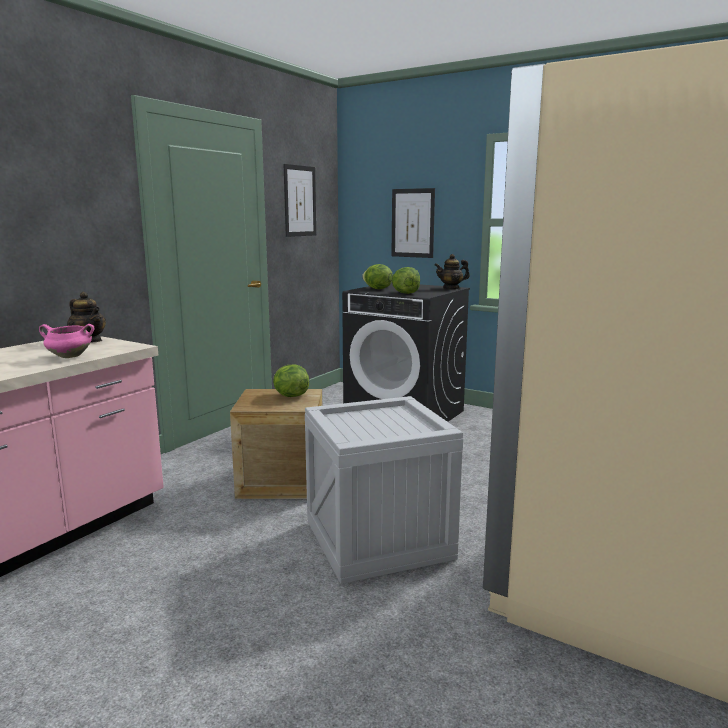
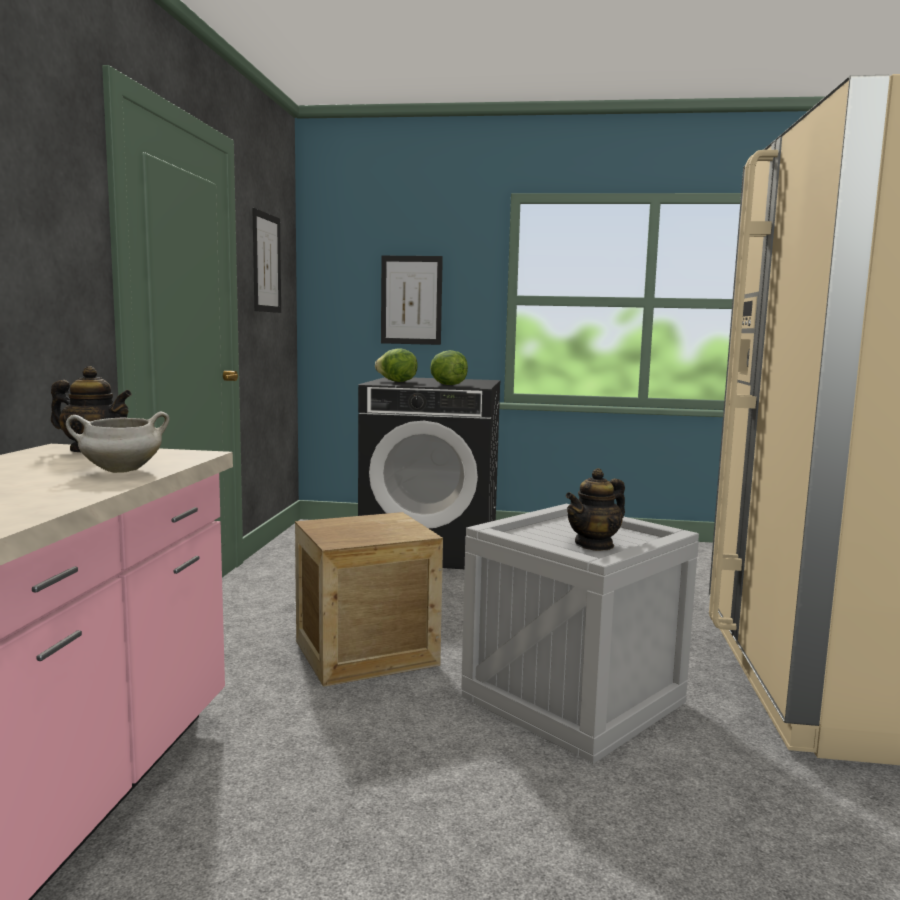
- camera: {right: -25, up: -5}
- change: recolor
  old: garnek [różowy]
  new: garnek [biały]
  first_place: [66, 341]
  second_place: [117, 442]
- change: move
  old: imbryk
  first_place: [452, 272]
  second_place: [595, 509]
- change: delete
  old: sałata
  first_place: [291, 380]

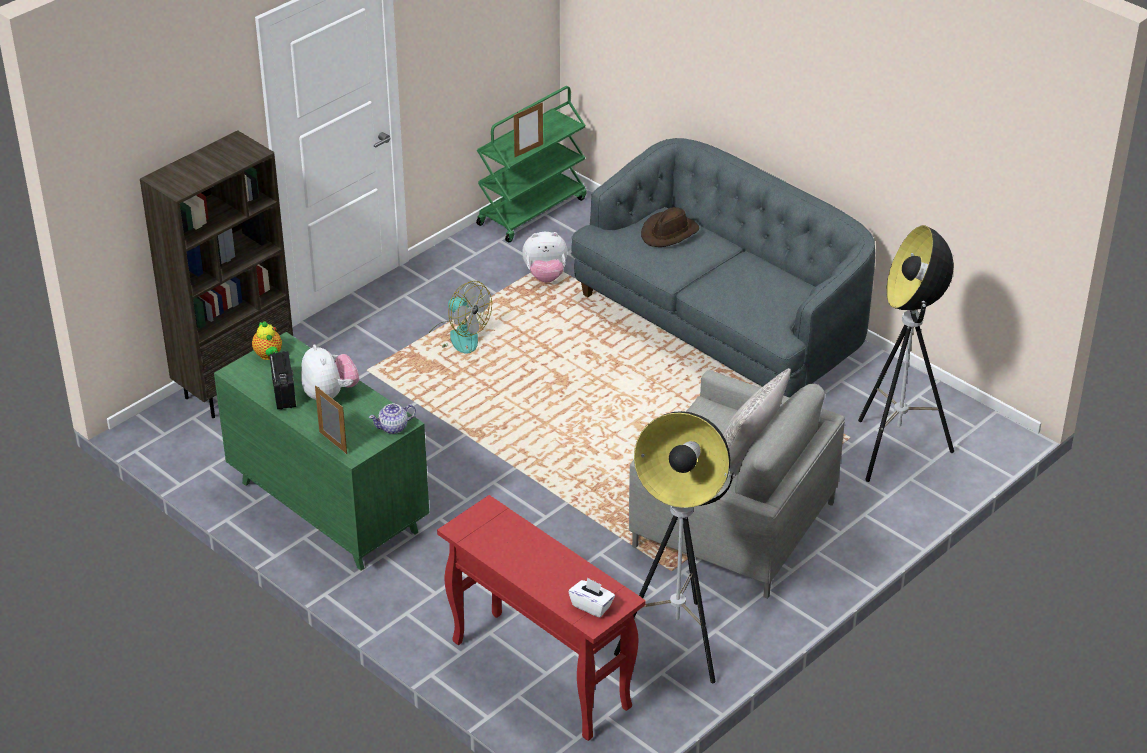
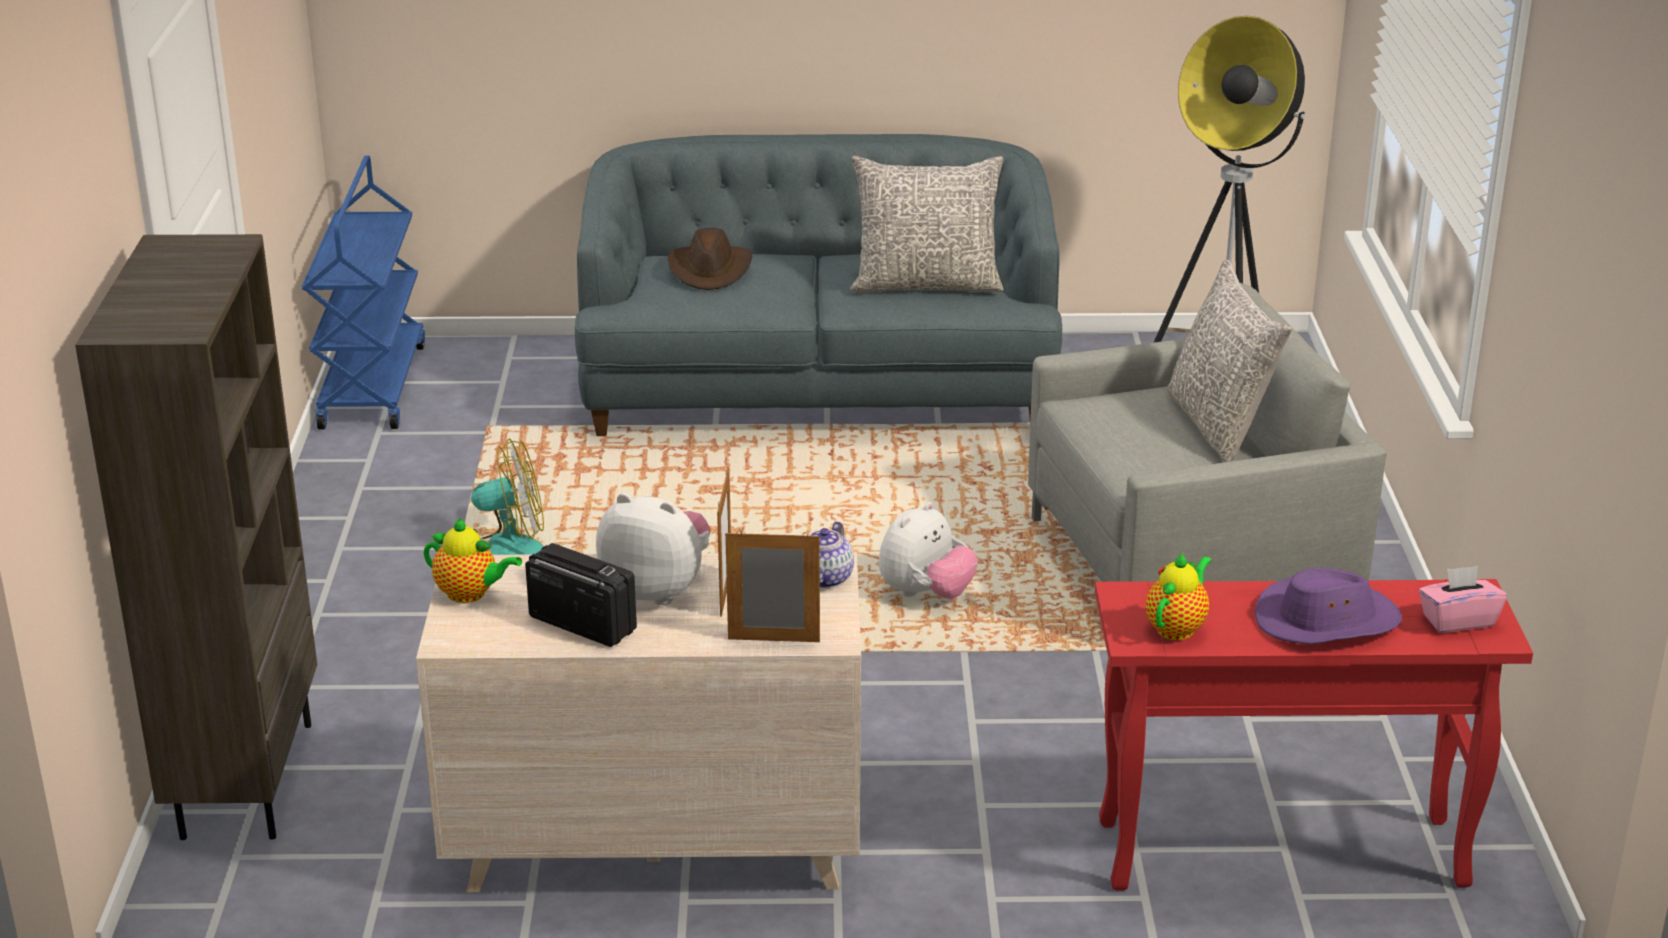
- camera: {right: -45, up: -10}
- change: recolor
  old: wózek [zielony]
  new: wózek [niebieski]
  first_place: [531, 164]
  second_place: [363, 293]
- change: recolor
  old: komoda [zielony]
  new: komoda [beżowy]
  first_place: [321, 451]
  second_place: [638, 722]
- change: move
  old: ramka na zdjęcie
  first_place: [528, 129]
  second_place: [724, 542]
- change: insert
  new: poduszka [szary]
  second_place: [927, 224]
- change: move
  old: pluszak
  first_place: [544, 257]
  second_place: [928, 550]
- change: insert
  new: imbryk
  second_place: [1179, 596]
- change: insert
  new: kapelusz [fioletowy]
  second_place: [1328, 606]
- change: recolor
  old: pudełko chusteczek [biały]
  new: pudełko chusteczek [różowy]
  first_place: [592, 597]
  second_place: [1463, 599]
- change: delete
  old: lampa stojąca
  first_place: [674, 547]

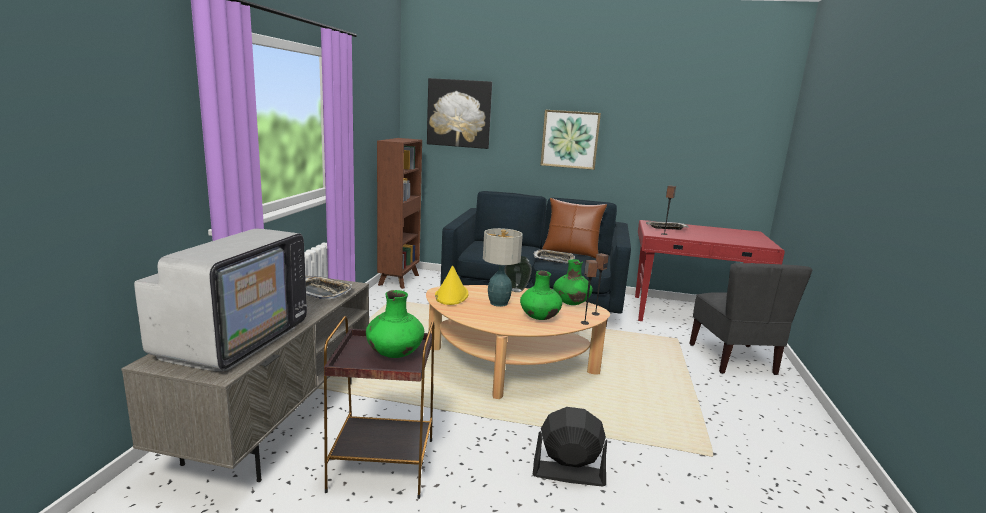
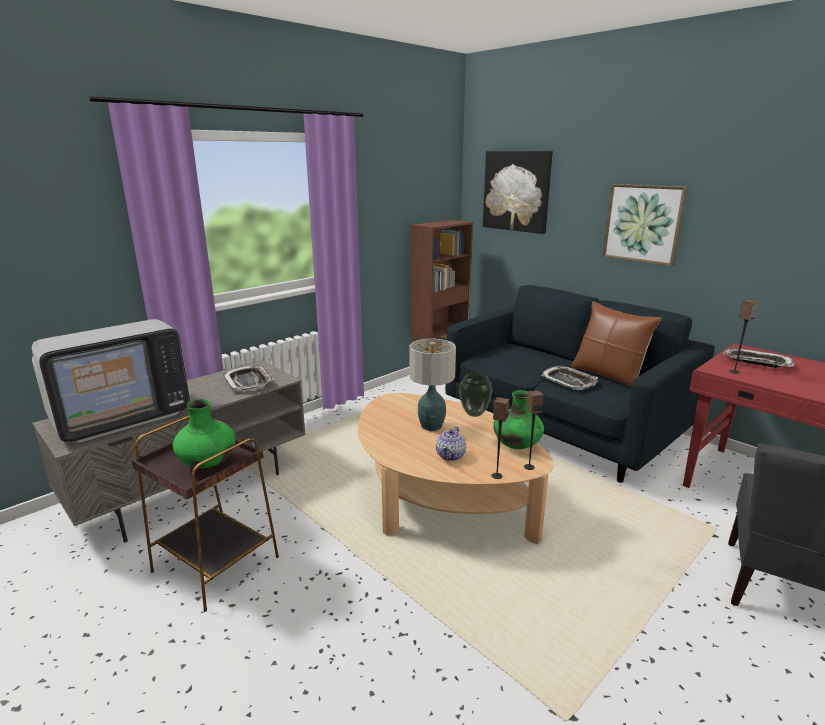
- camera: {right: 35, up: 5}
- change: replace
  old: wazon [zielony]
  new: imbryk
  first_place: [541, 295]
  second_place: [451, 443]
- change: delete
  old: kapelusz [żółty]
  first_place: [451, 285]
- change: delete
  old: wentylator [czarny]
  first_place: [570, 446]

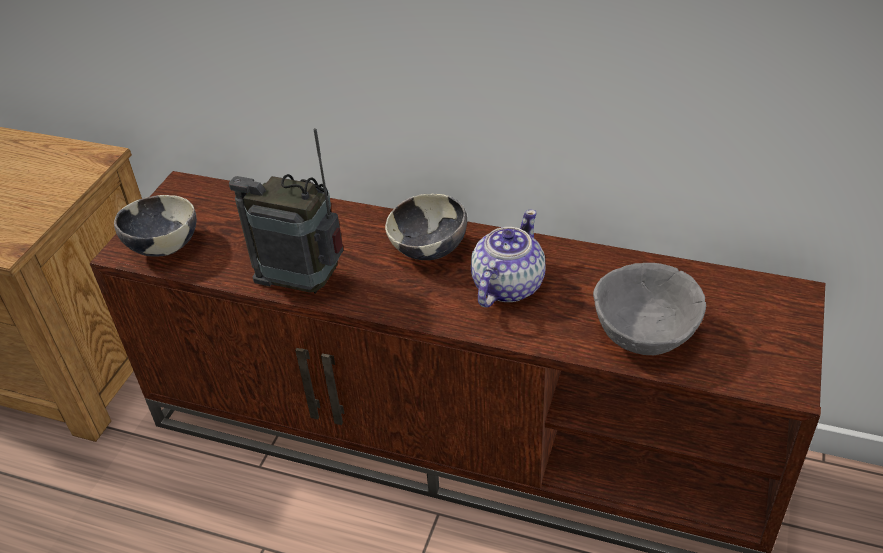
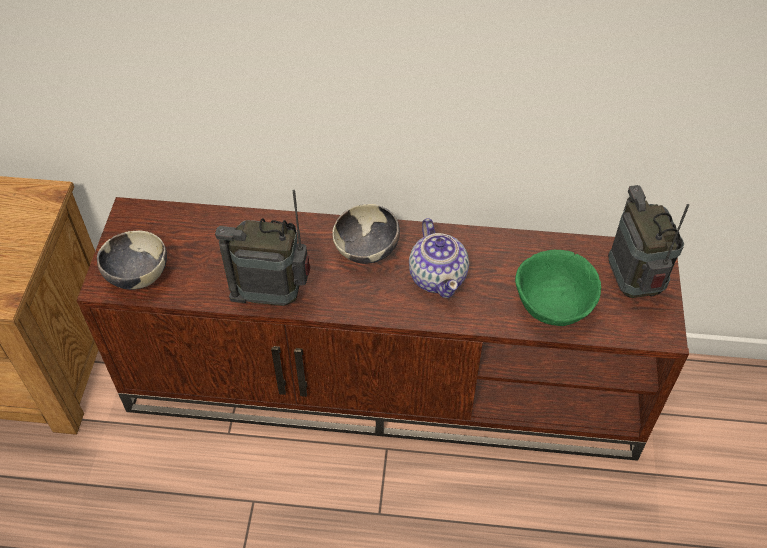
- camera: {right: -15, up: 10}
- change: rotate
  old: imbryk
  first_place: [508, 258]
  second_place: [439, 258]
  degrees: 150
- change: recolor
  old: miska [szary]
  new: miska [zielony]
  first_place: [649, 309]
  second_place: [558, 288]
- change: insert
  new: radio
  second_place: [648, 241]

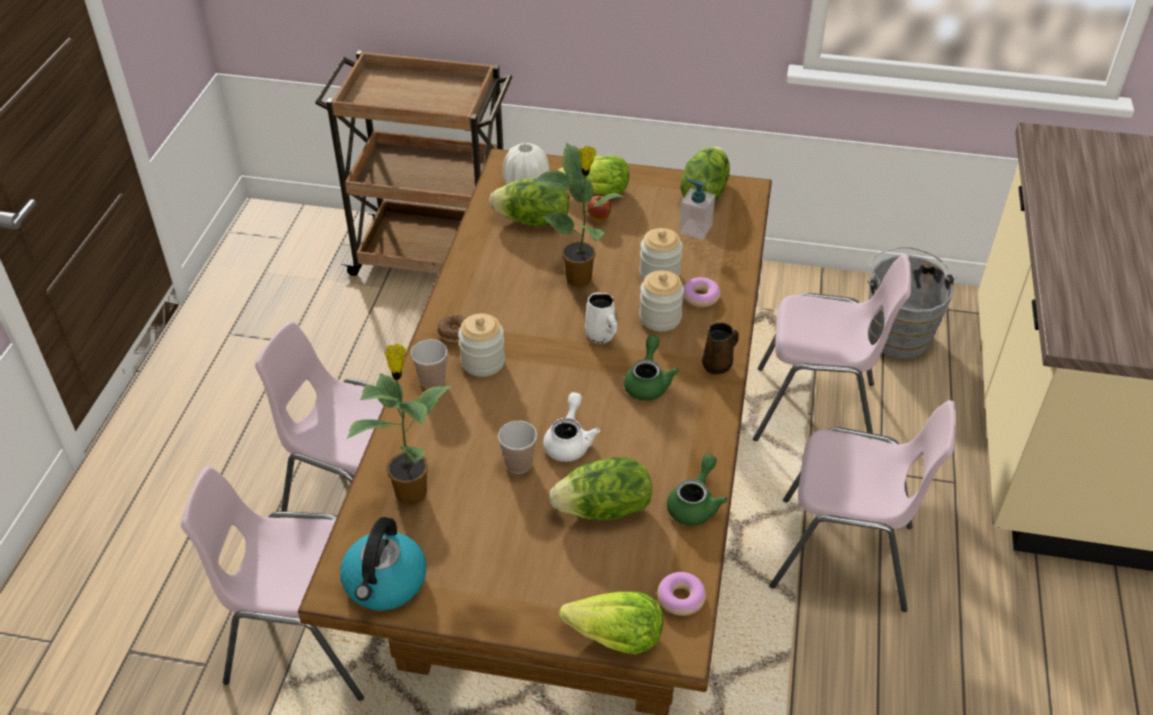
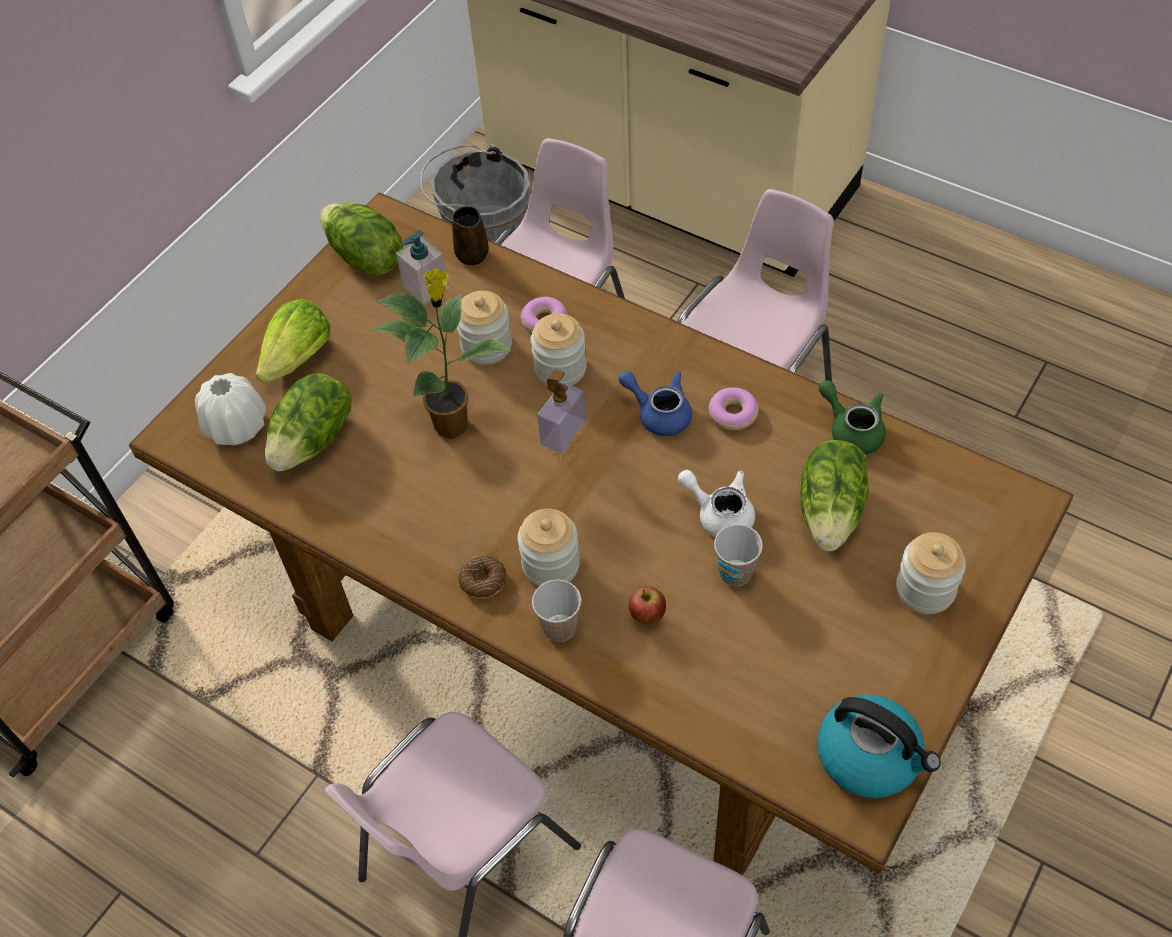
- camera: {right: -65, up: 10}
- change: move
  old: kubek [brązowy]
  first_place: [720, 348]
  second_place: [470, 235]
- change: replace
  old: kubek [biały]
  new: dozownik mydła
  first_place: [601, 318]
  second_place: [561, 412]
- change: recolor
  old: imbryk [zielony]
  new: imbryk [niebieski]
  first_place: [651, 368]
  second_place: [655, 403]
- change: move
  old: jabłko
  first_place: [599, 207]
  second_place: [647, 605]
- change: move
  old: donut
  first_place: [681, 594]
  second_place: [733, 409]
- change: insert
  new: słoik
  second_place: [931, 573]
- change: delete
  old: roślina doniczkowa
  first_place: [399, 424]
- change: delete
  old: sałata
  first_place: [611, 623]

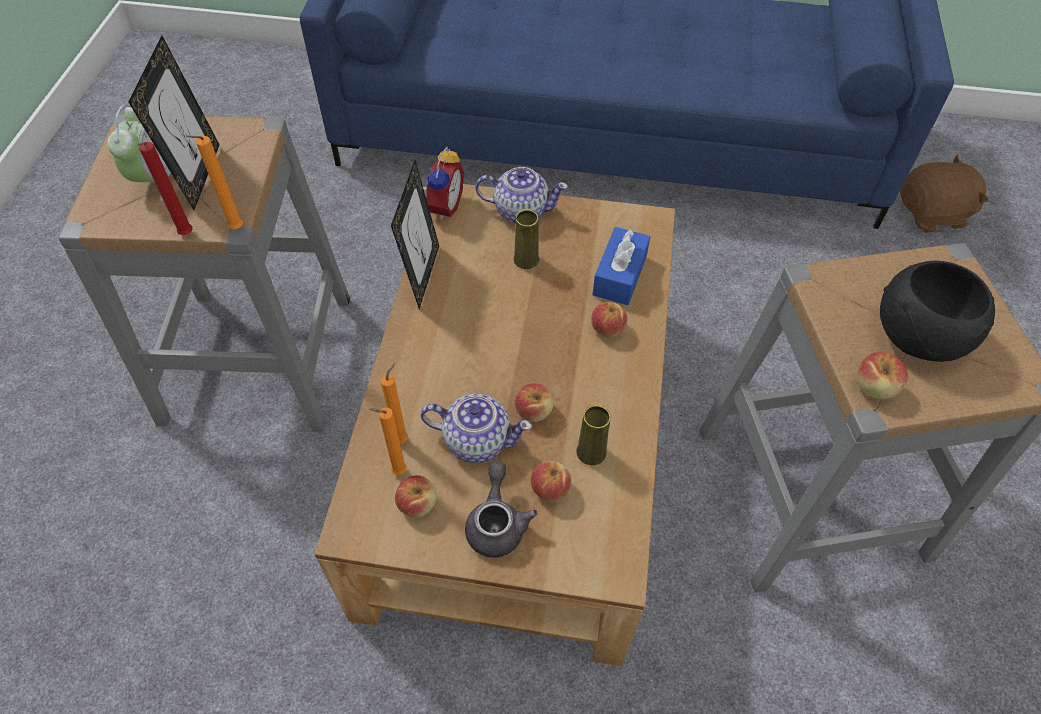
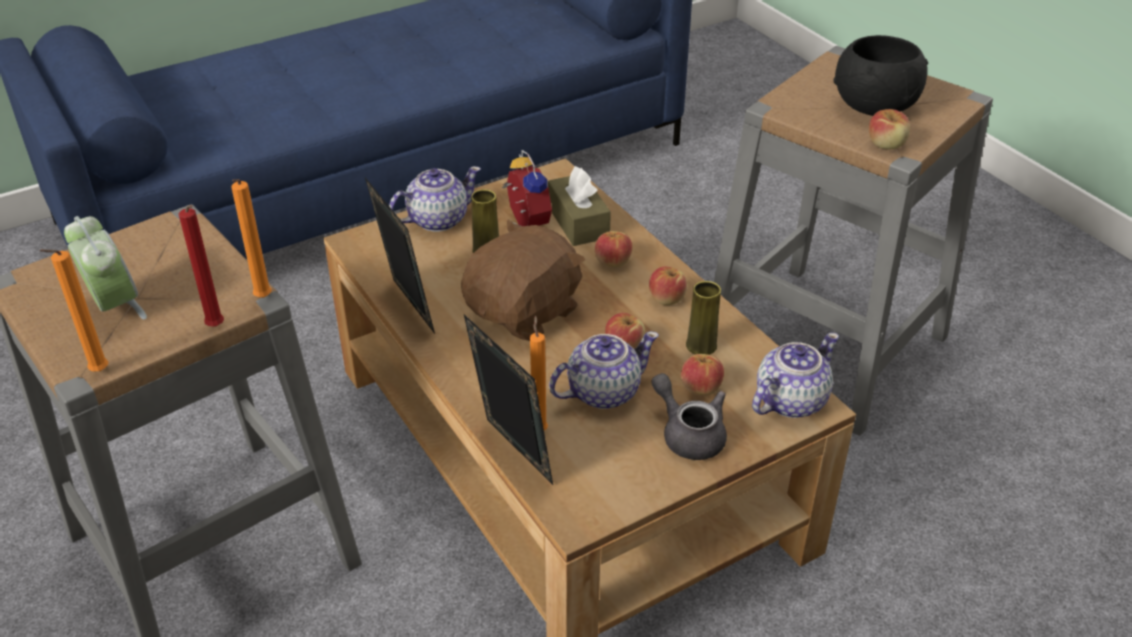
- camera: {right: -40, up: -15}
- change: move
  old: świeca [pomarańczowy]
  first_place: [388, 441]
  second_place: [74, 310]
- change: move
  old: pluszak [brązowy]
  first_place: [944, 194]
  second_place: [523, 280]
- change: move
  old: ramka na zdjęcie
  first_place: [173, 122]
  second_place: [508, 400]
- change: move
  old: budzik
  first_place: [443, 183]
  second_place: [527, 188]
- change: recolor
  old: pudełko chusteczek [niebieski]
  new: pudełko chusteczek [brązowy]
  first_place: [621, 266]
  second_place: [579, 206]
- change: move
  old: jabłko
  first_place: [416, 496]
  second_place: [668, 285]
- change: insert
  new: imbryk
  second_place: [795, 375]

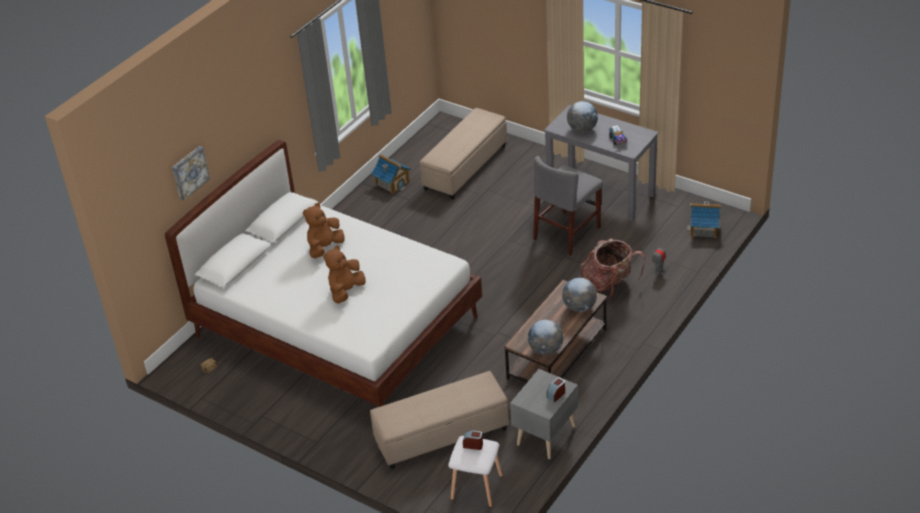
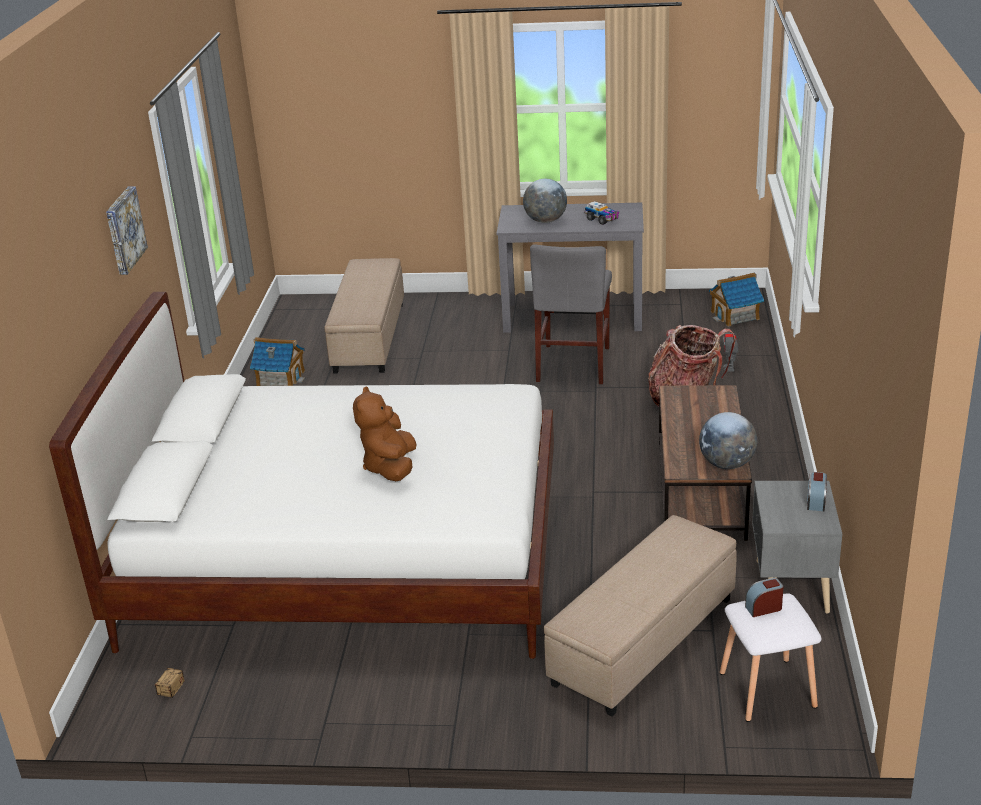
- camera: {right: -30, up: -10}
- change: move
  old: obraz
  first_place: [191, 173]
  second_place: [127, 230]
- change: delete
  old: pluszak [brązowy]
  first_place: [324, 230]
- change: delete
  old: globus
  first_place: [579, 295]

